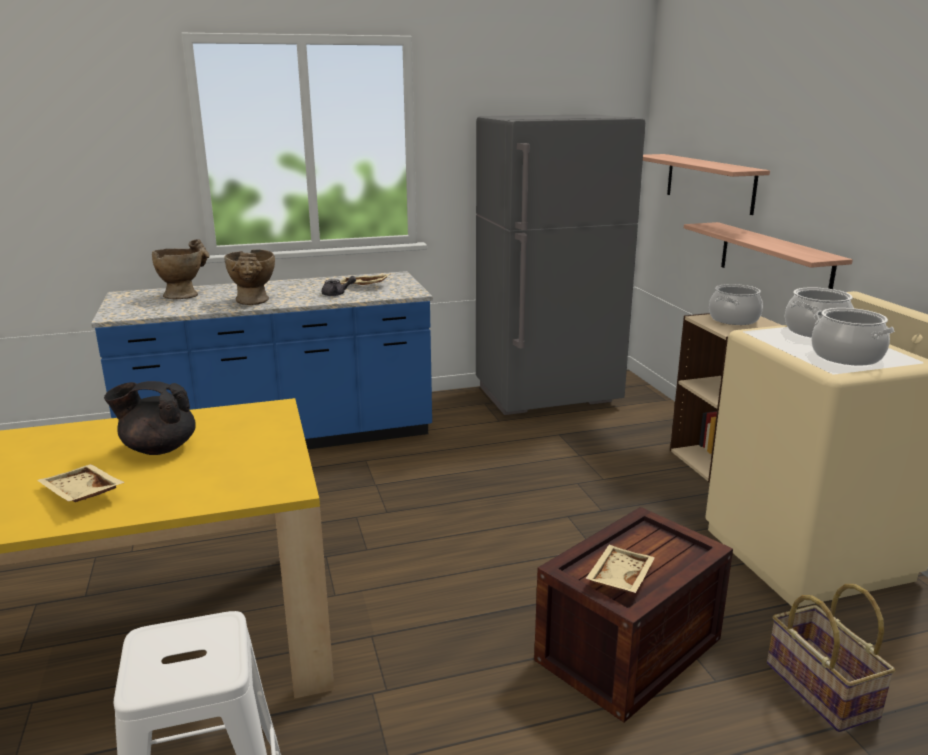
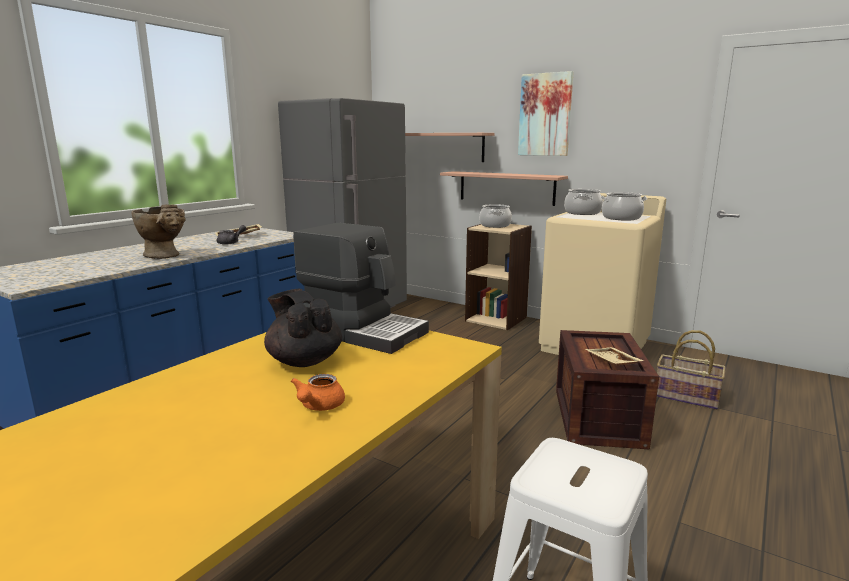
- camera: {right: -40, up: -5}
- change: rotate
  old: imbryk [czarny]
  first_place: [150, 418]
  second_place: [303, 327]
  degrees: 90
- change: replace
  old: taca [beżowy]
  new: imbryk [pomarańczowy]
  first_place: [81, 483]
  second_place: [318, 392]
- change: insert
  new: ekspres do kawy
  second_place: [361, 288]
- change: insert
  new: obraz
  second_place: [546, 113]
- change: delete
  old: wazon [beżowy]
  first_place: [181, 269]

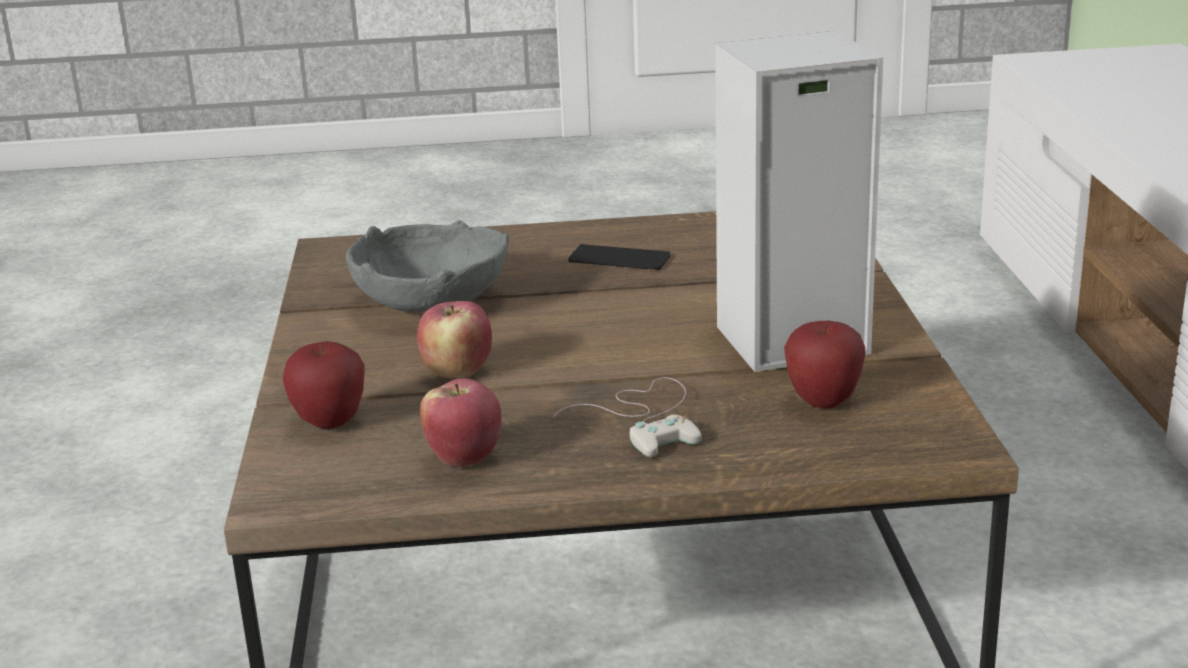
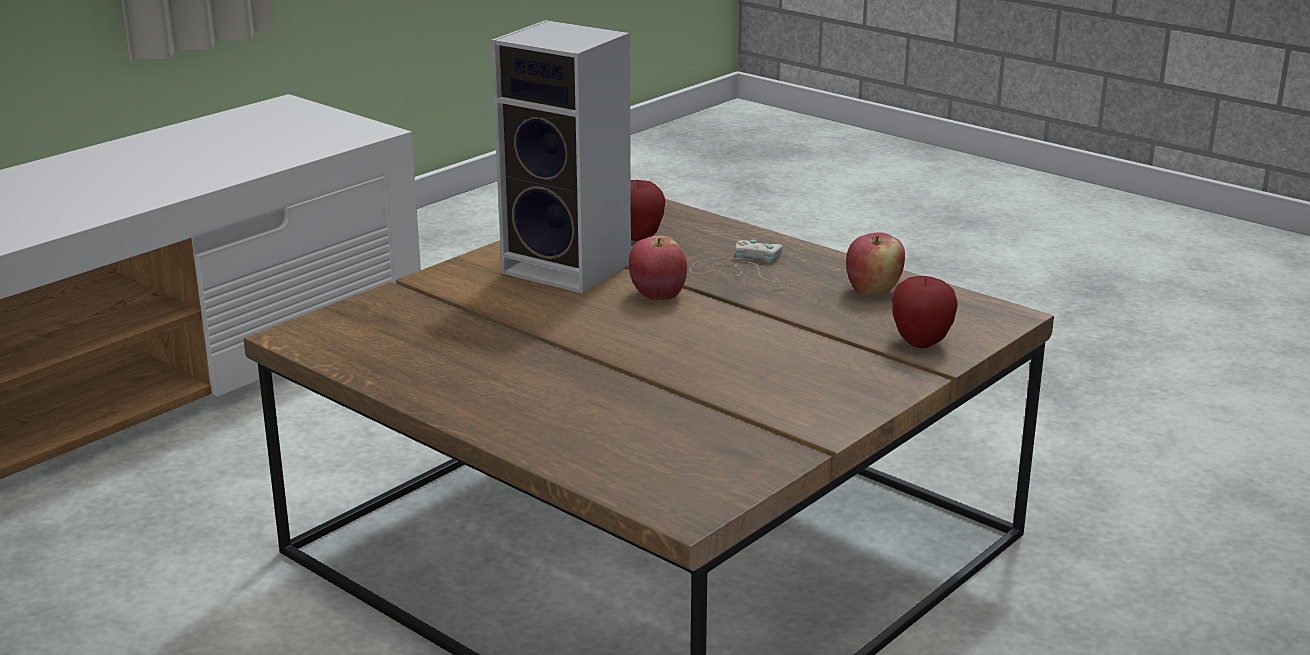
- camera: {right: -135, up: 0}
- change: move
  old: jabłko
  first_place: [454, 339]
  second_place: [658, 268]
- change: delete
  old: miska [szary]
  first_place: [427, 266]
- change: delete
  old: telefon
  first_place: [619, 257]

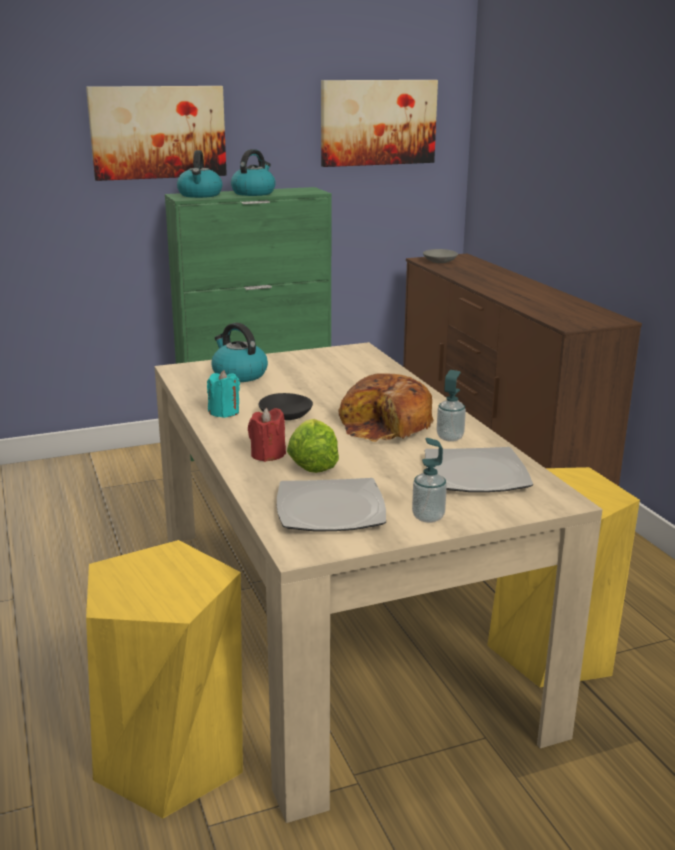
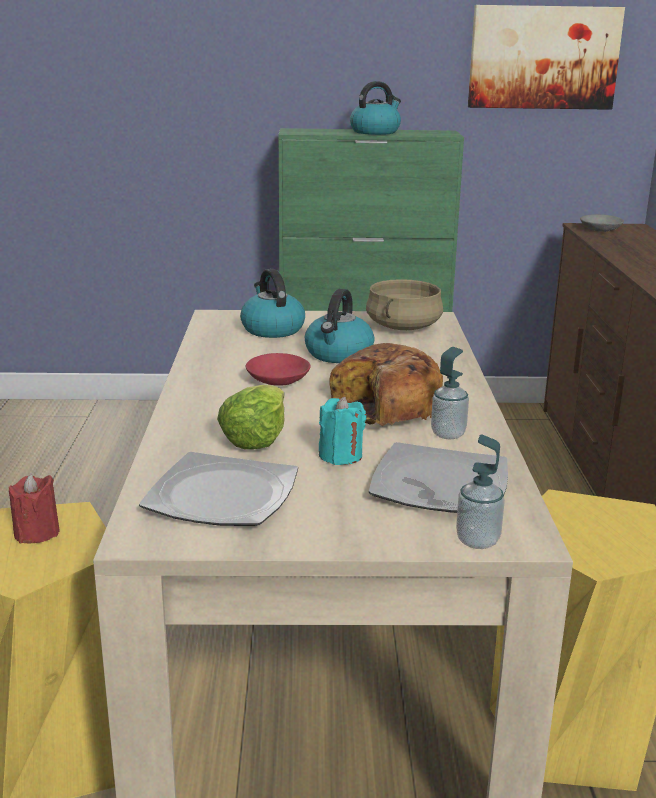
- camera: {right: 20, up: 0}
- change: move
  old: świeca [czerwony]
  first_place: [267, 435]
  second_place: [34, 509]
- change: recolor
  old: miska [czarny]
  new: miska [czerwony]
  first_place: [286, 406]
  second_place: [278, 369]
- change: move
  old: czajnik
  first_place: [199, 174]
  second_place: [340, 326]
- change: move
  old: świeca [turkusowy]
  first_place: [223, 394]
  second_place: [342, 431]
- change: insert
  new: garnek [beżowy]
  second_place: [404, 304]
- change: move
  old: dozownik mydła
  first_place: [429, 480]
  second_place: [480, 492]
- change: delete
  old: obraz
  first_place: [156, 133]

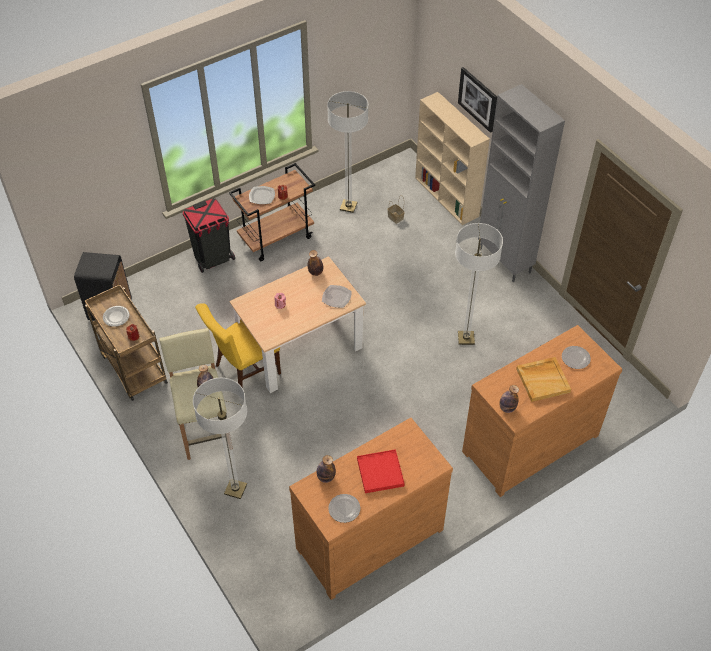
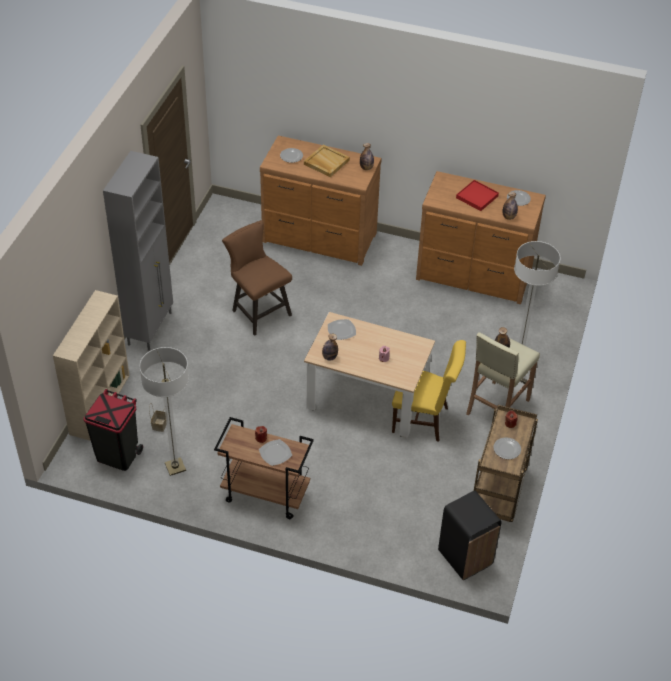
- camera: {right: -130, up: -5}
- change: move
  old: kosz na śmieci [czarny]
  first_place: [209, 235]
  second_place: [113, 430]
- change: replace
  old: lampa stojąca
  new: stołek [brązowy]
  first_place: [479, 284]
  second_place: [257, 278]
- change: delete
  old: obraz
  first_place: [477, 100]

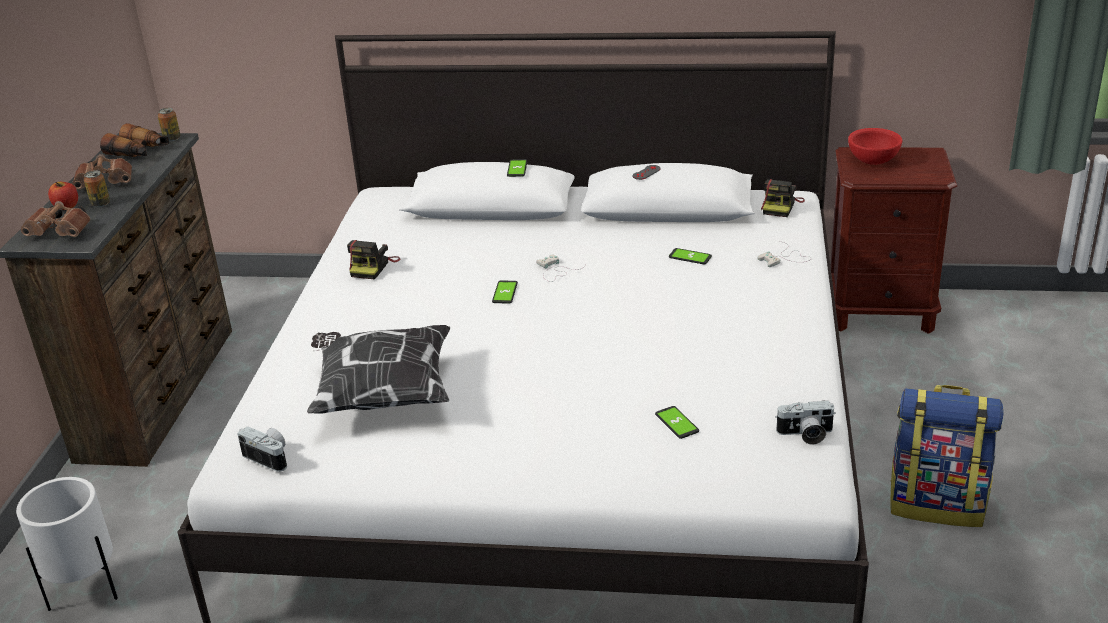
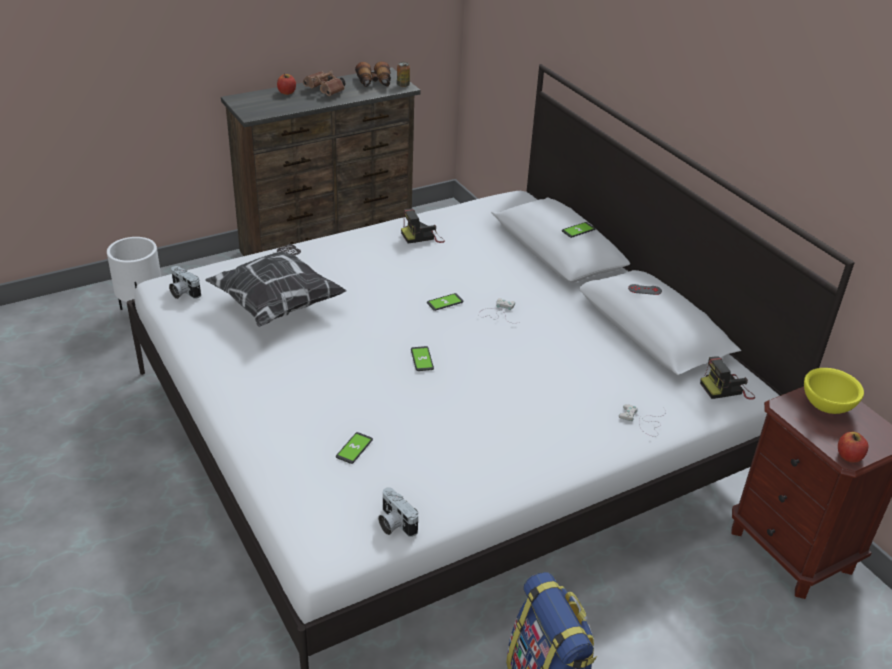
- camera: {right: 50, up: 5}
- change: rotate
  old: aparat fotograficzny
  first_place: [262, 449]
  second_place: [185, 282]
  degrees: 135
- change: move
  old: telefon
  first_place: [690, 256]
  second_place: [422, 358]
- change: recolor
  old: miska [czerwony]
  new: miska [żółty]
  first_place: [875, 146]
  second_place: [834, 391]
- change: insert
  new: jabłko
  second_place: [853, 447]
- change: delete
  old: lornetka [brązowy]
  first_place: [55, 219]
- change: delete
  old: puszka
  first_place: [97, 188]

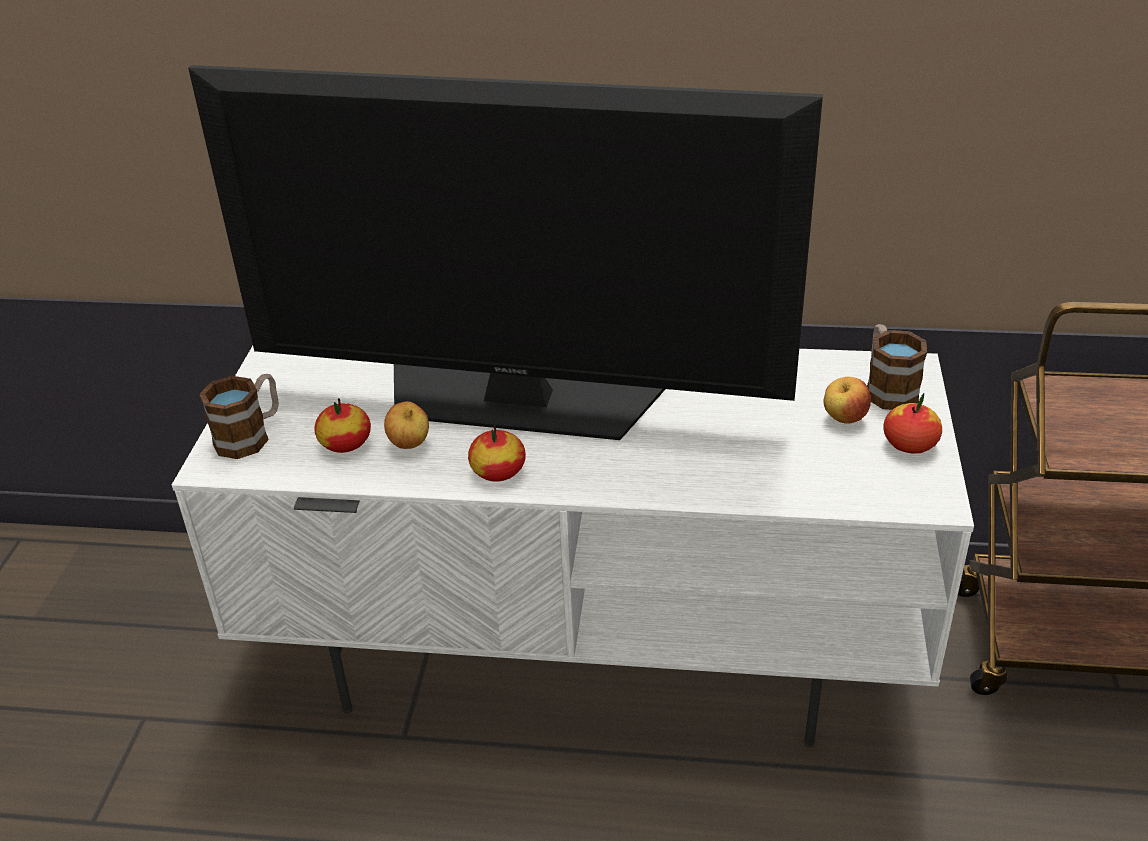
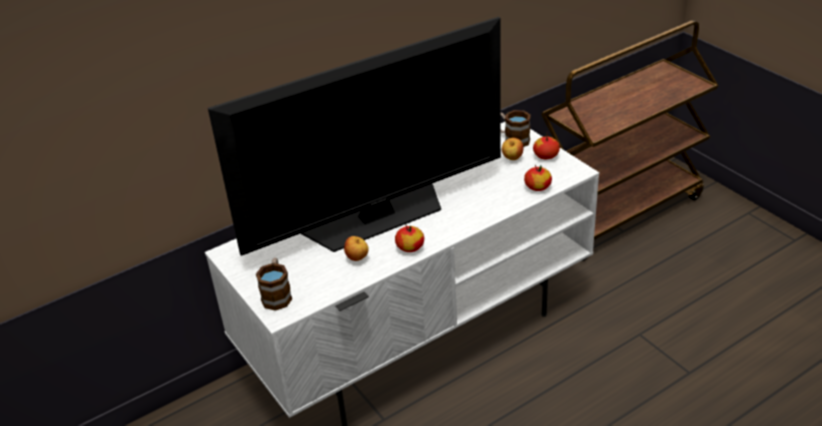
- camera: {right: -40, up: 0}
- change: move
  old: jabłko
  first_place: [342, 425]
  second_place: [538, 178]

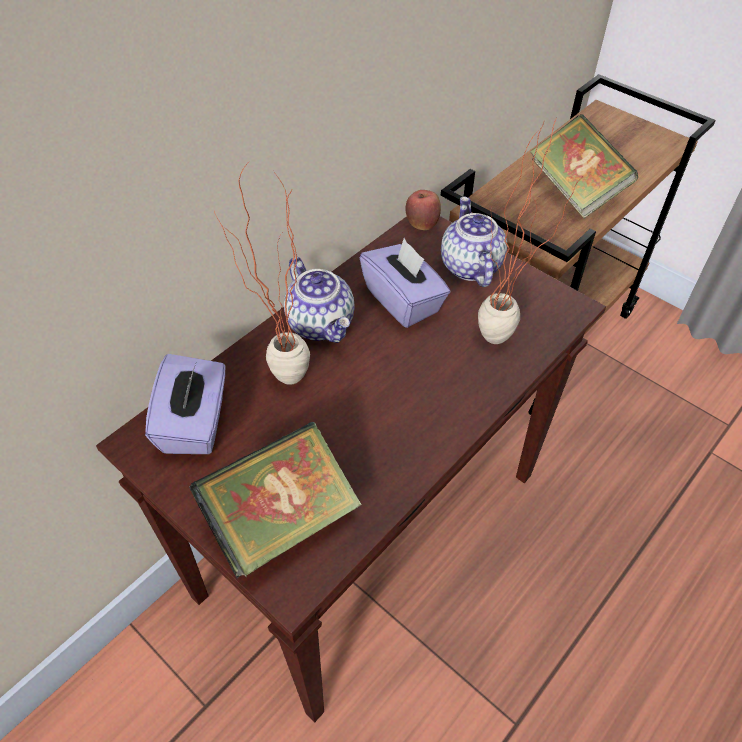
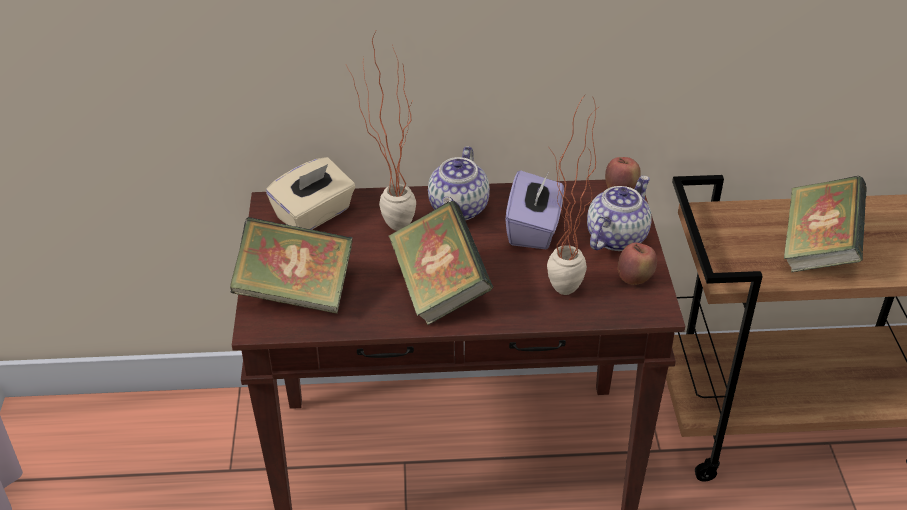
- camera: {right: 45, up: -10}
- change: recolor
  old: pudełko chusteczek [fioletowy]
  new: pudełko chusteczek [beżowy]
  first_place: [185, 404]
  second_place: [310, 193]
- change: insert
  new: książka
  second_place: [441, 263]
- change: insert
  new: jabłko
  second_place: [637, 264]

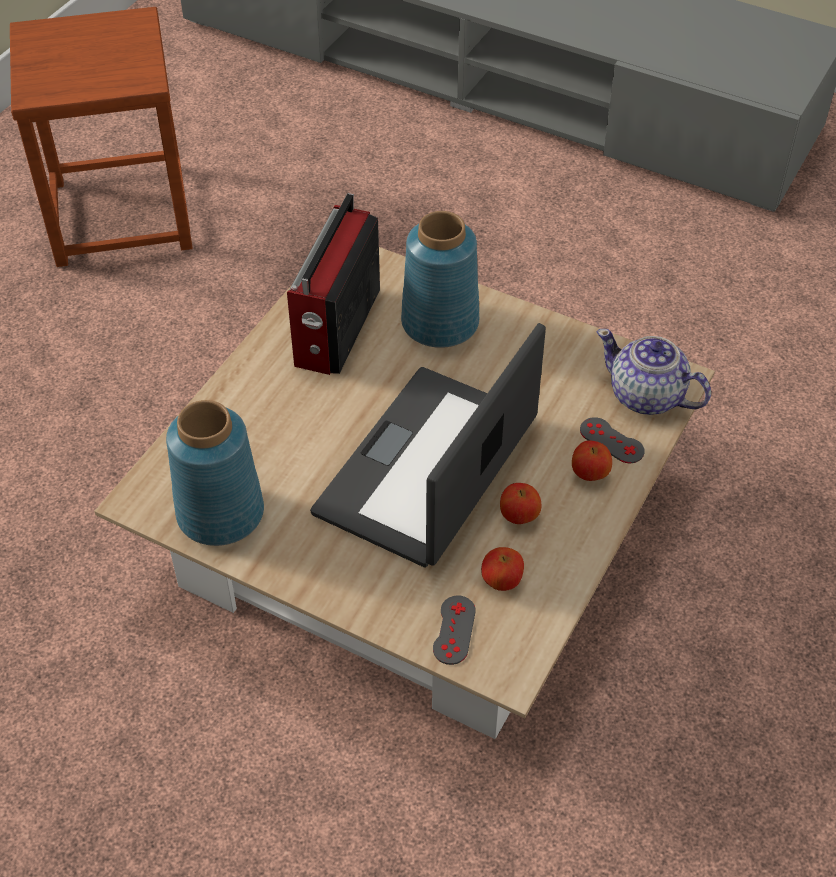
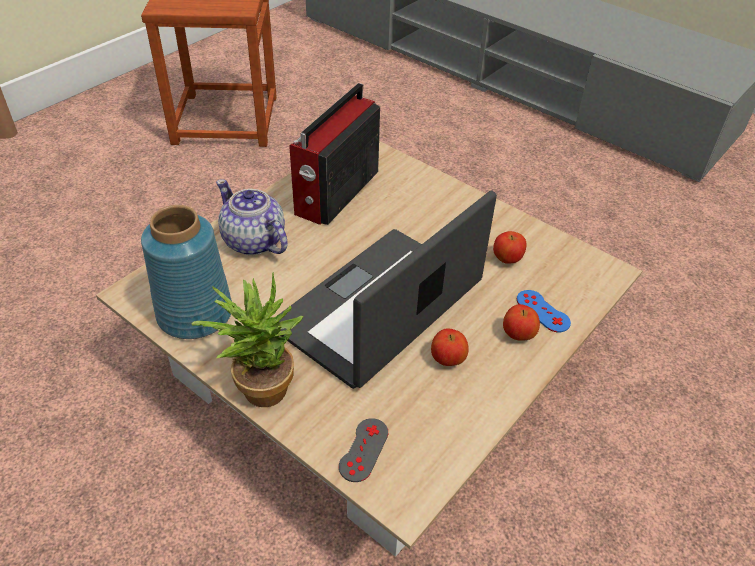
- camera: {right: 10, up: -5}
- change: insert
  new: roślina doniczkowa
  second_place: [247, 340]
- change: move
  old: imbryk
  first_place: [654, 372]
  second_place: [252, 217]
- change: move
  old: jabłko
  first_place: [502, 569]
  second_place: [510, 247]
- change: recolor
  old: pad do gier [szary]
  new: pad do gier [niebieski]
  first_place: [612, 440]
  second_place: [544, 311]
- change: delete
  old: wazon [niebieski]
  first_place: [440, 279]

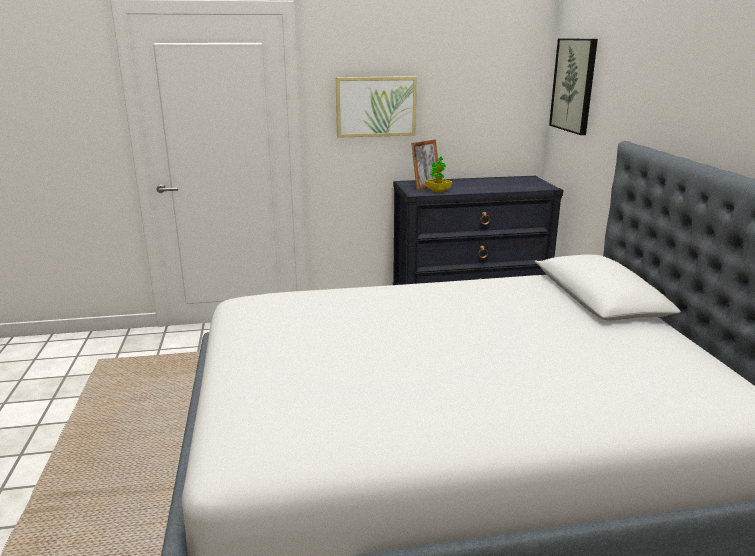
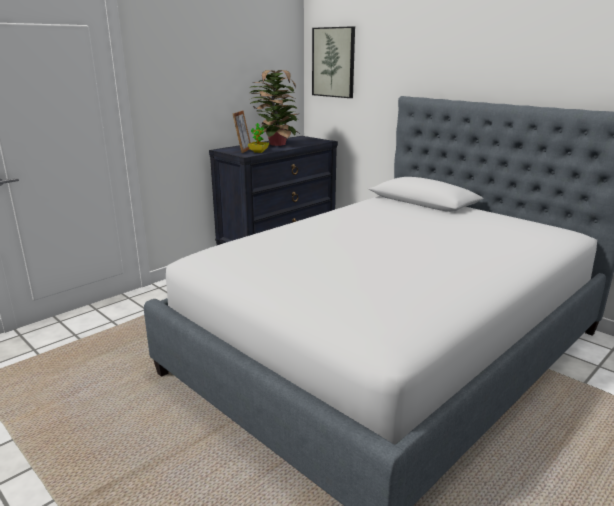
- camera: {right: -35, up: 0}
- change: insert
  new: roślina doniczkowa
  second_place: [274, 108]
- change: delete
  old: obraz
  first_place: [376, 107]

